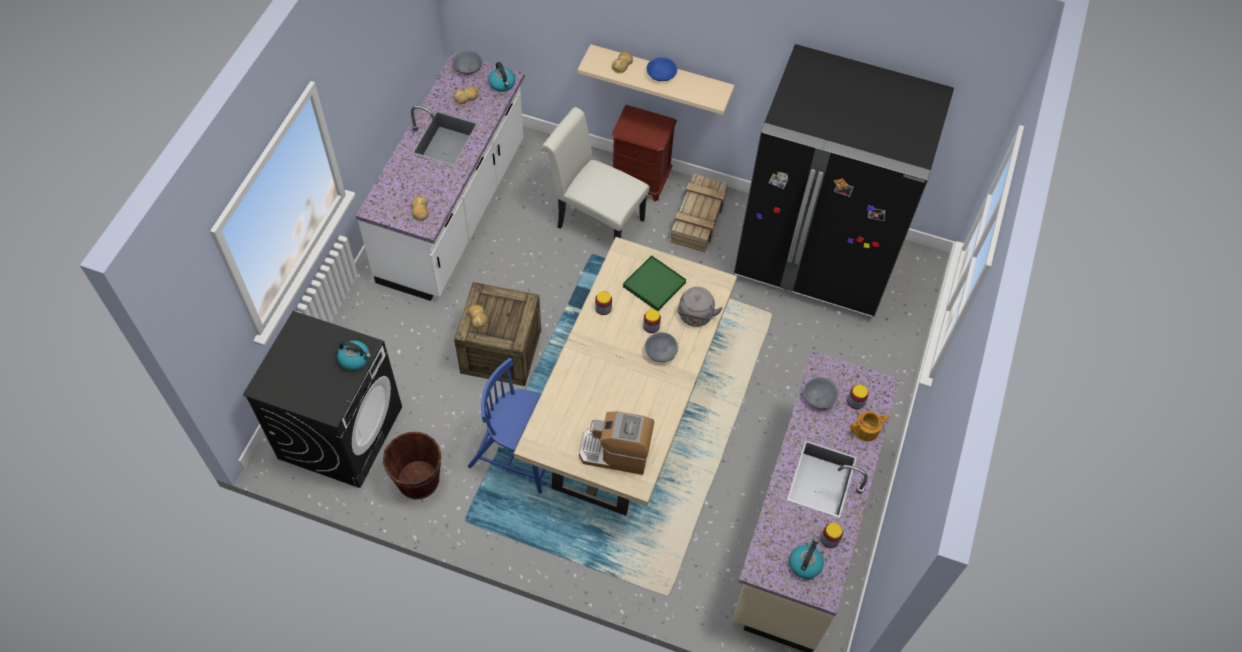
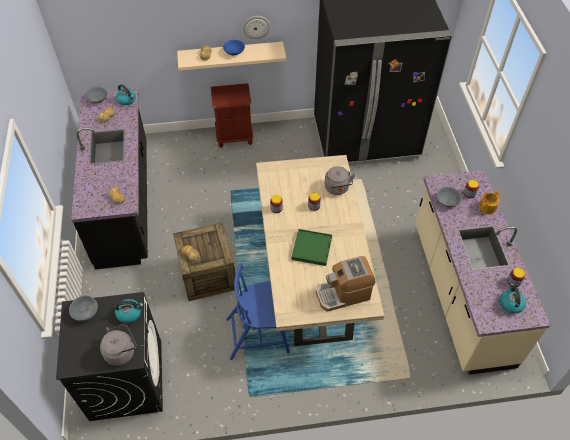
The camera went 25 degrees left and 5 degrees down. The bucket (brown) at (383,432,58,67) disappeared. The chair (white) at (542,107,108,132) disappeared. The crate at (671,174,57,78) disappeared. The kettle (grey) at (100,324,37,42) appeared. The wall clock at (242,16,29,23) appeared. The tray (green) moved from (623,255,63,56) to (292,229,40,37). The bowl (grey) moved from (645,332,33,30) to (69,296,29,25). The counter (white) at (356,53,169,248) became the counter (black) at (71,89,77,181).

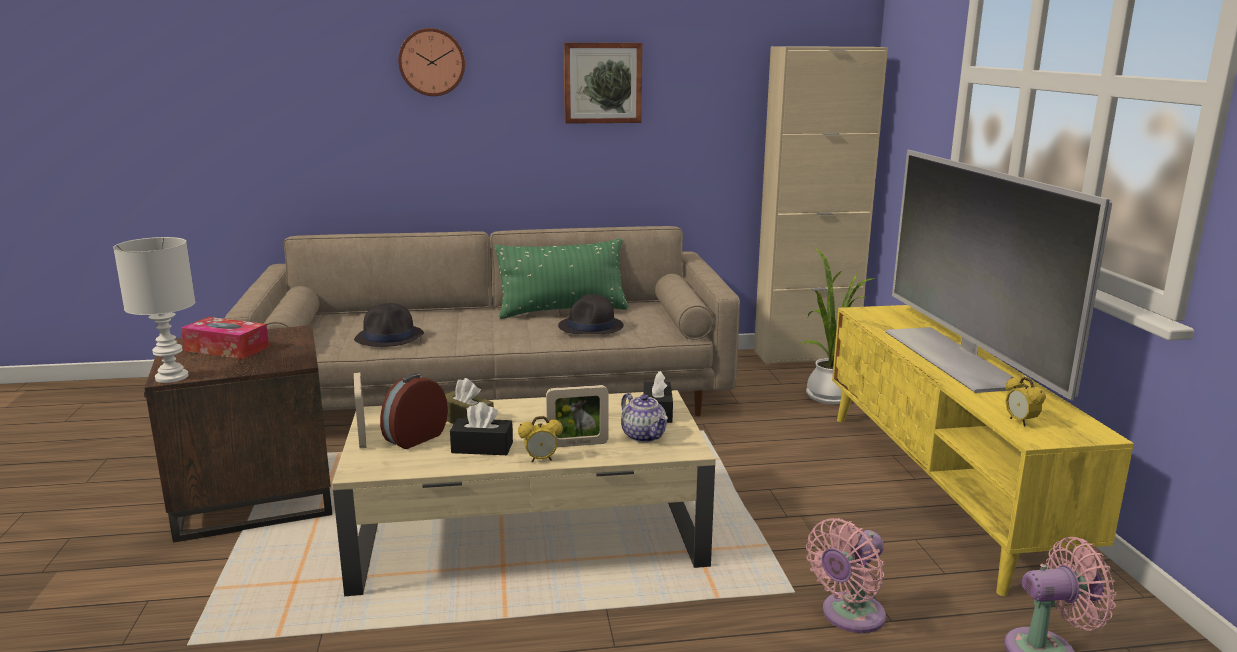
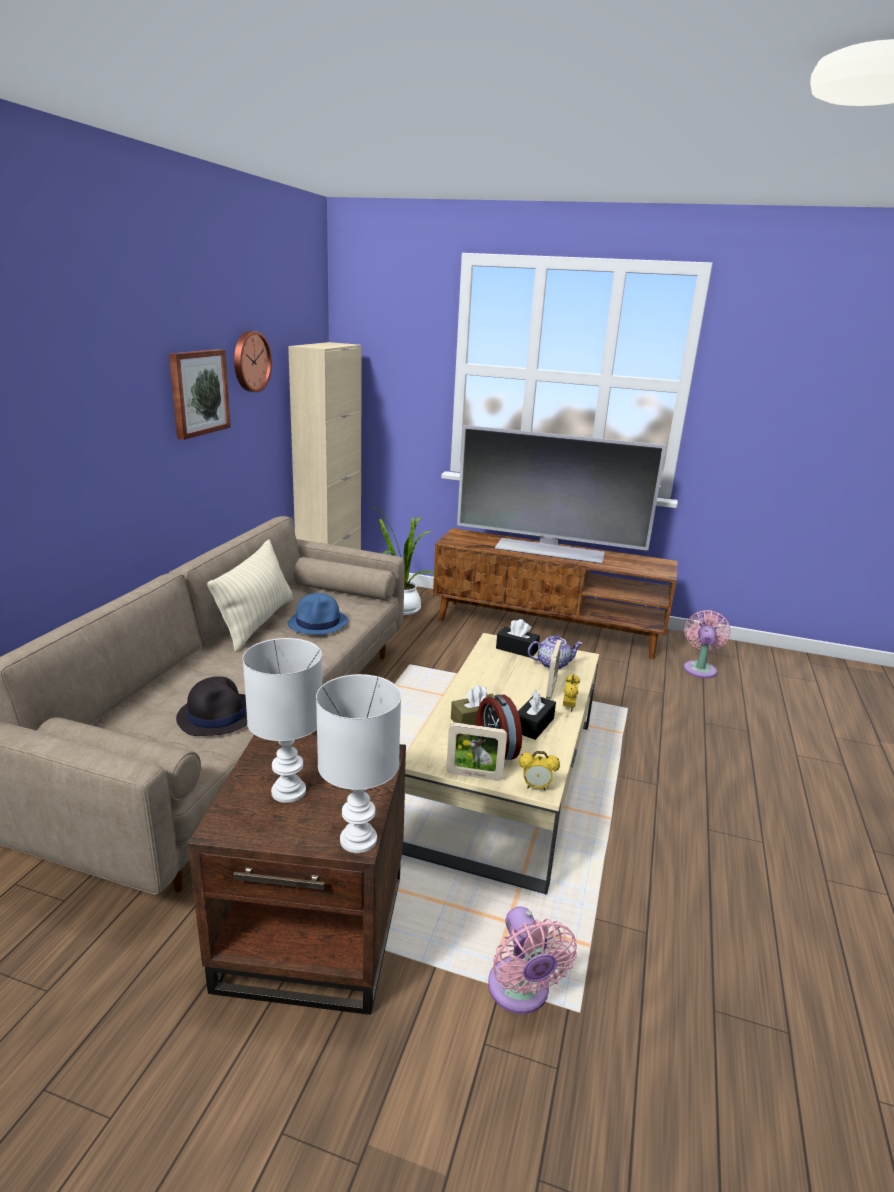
The camera went 65 degrees left and 5 degrees up. The wall clock moved from (398,28,67,68) to (234,331,38,61). The fan (pink) moved from (806,518,80,115) to (488,907,89,107). The alarm clock moved from (1005,377,41,49) to (519,751,41,39). The tissue box at (181,317,88,42) was replaced by the table lamp (white) at (243,638,79,165). The pillow (green) at (494,238,135,81) became the pillow (beige) at (207,539,86,113). The hat (black) at (558,294,66,40) became the hat (blue) at (288,593,60,42). The tv stand (yellow) at (832,305,302,291) became the tv stand (brown) at (433,528,245,131).

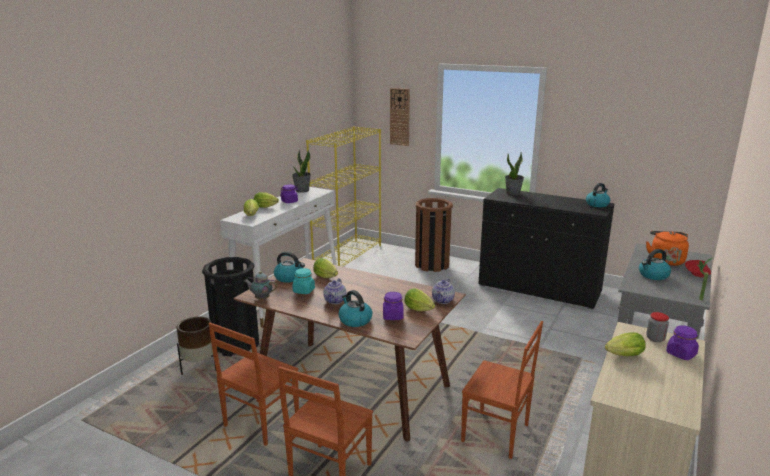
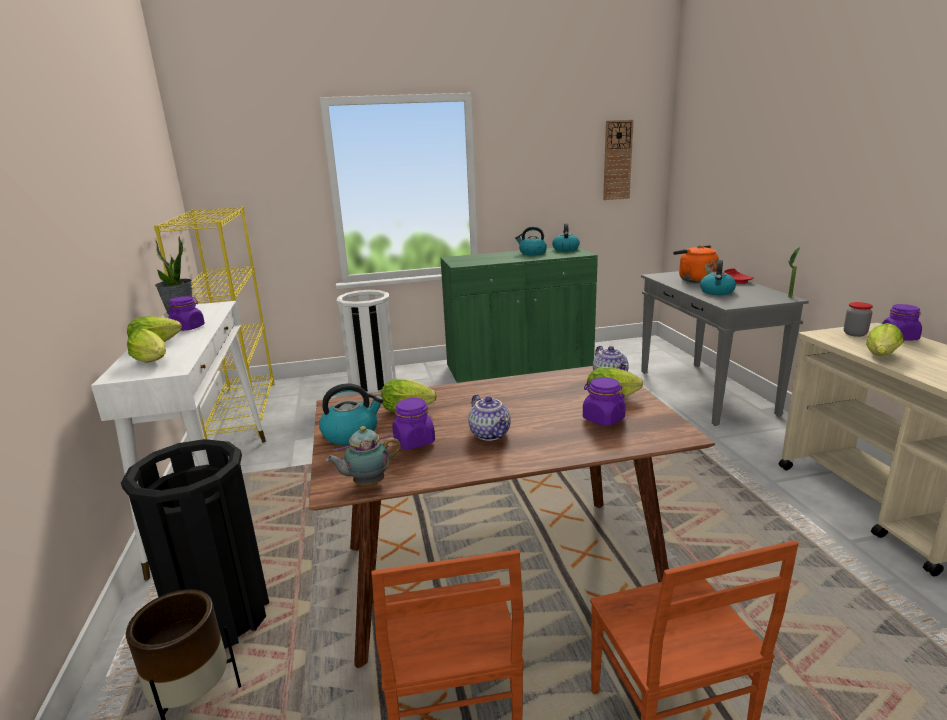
The camera went 40 degrees left and 0 degrees up. The chair (brown) at (461,321,82,138) disappeared. The potted plant at (505,152,19,43) disappeared. The kettle moved from (338,290,34,37) to (515,227,32,28). The wall clock moved from (390,88,20,58) to (603,120,30,80). The jar (turquoise) at (292,268,23,26) became the jar (purple) at (392,398,43,52). The trash can (brown) at (415,198,38,74) became the trash can (white) at (337,290,59,103). The cabinet (black) at (478,188,137,122) became the cabinet (green) at (440,247,158,136).

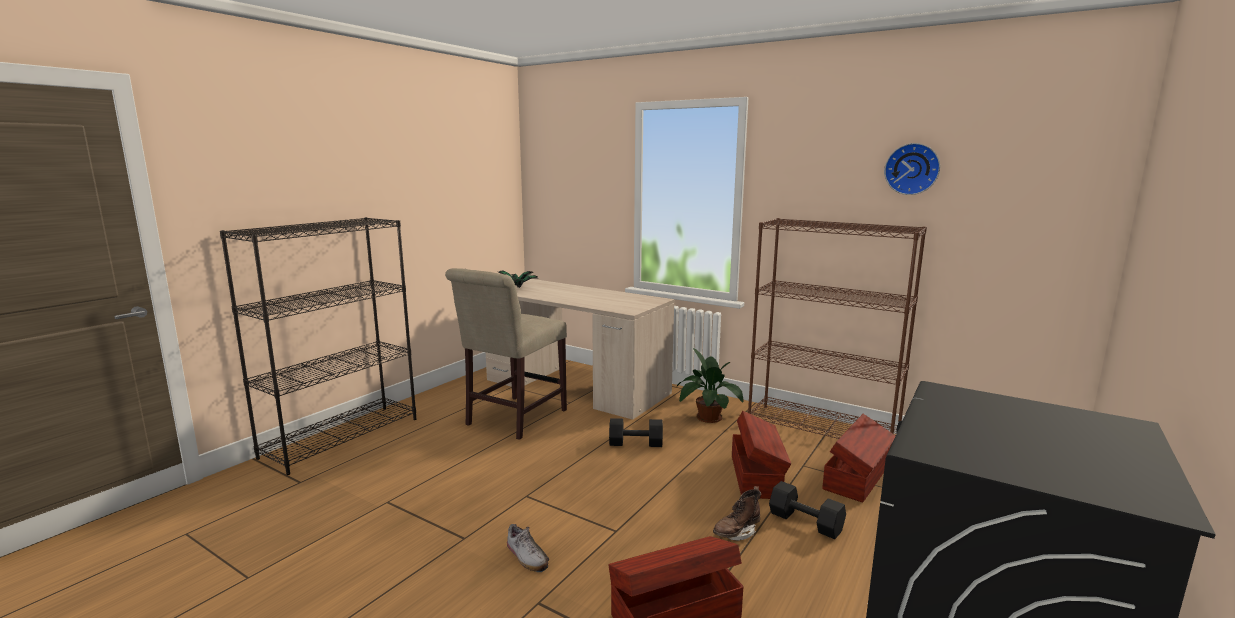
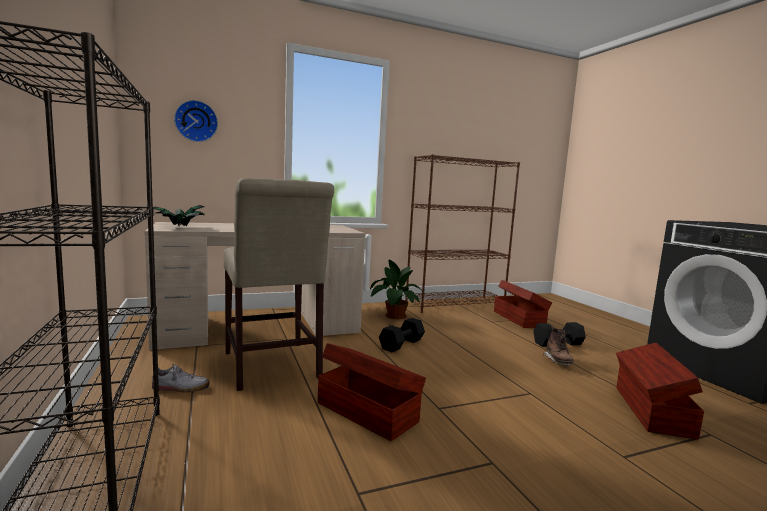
The camera went 55 degrees left and 5 degrees down. The shoe moved from (507,524,42,48) to (152,364,57,28). The storage box (brown) moved from (732,411,59,88) to (318,343,108,98). The wall clock moved from (884,143,56,52) to (174,100,44,42).

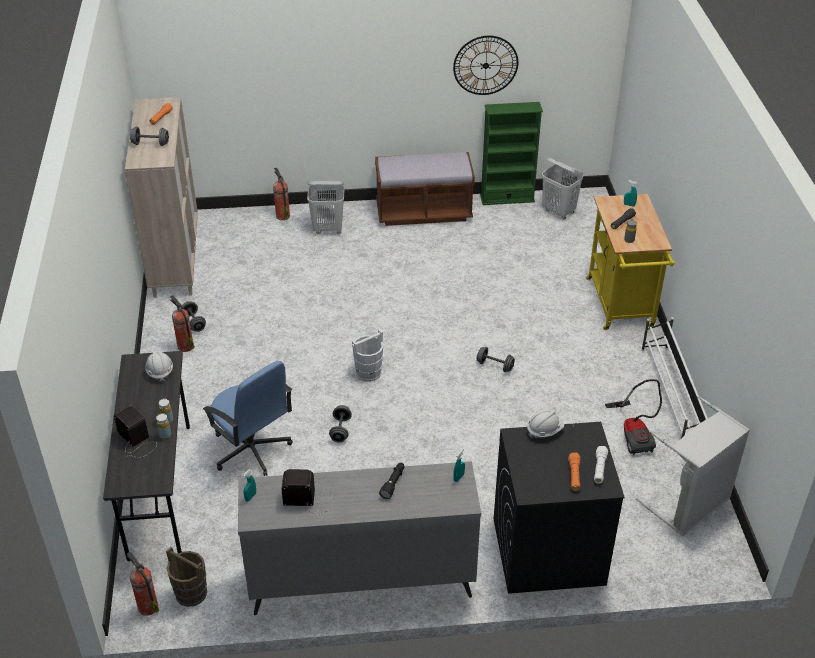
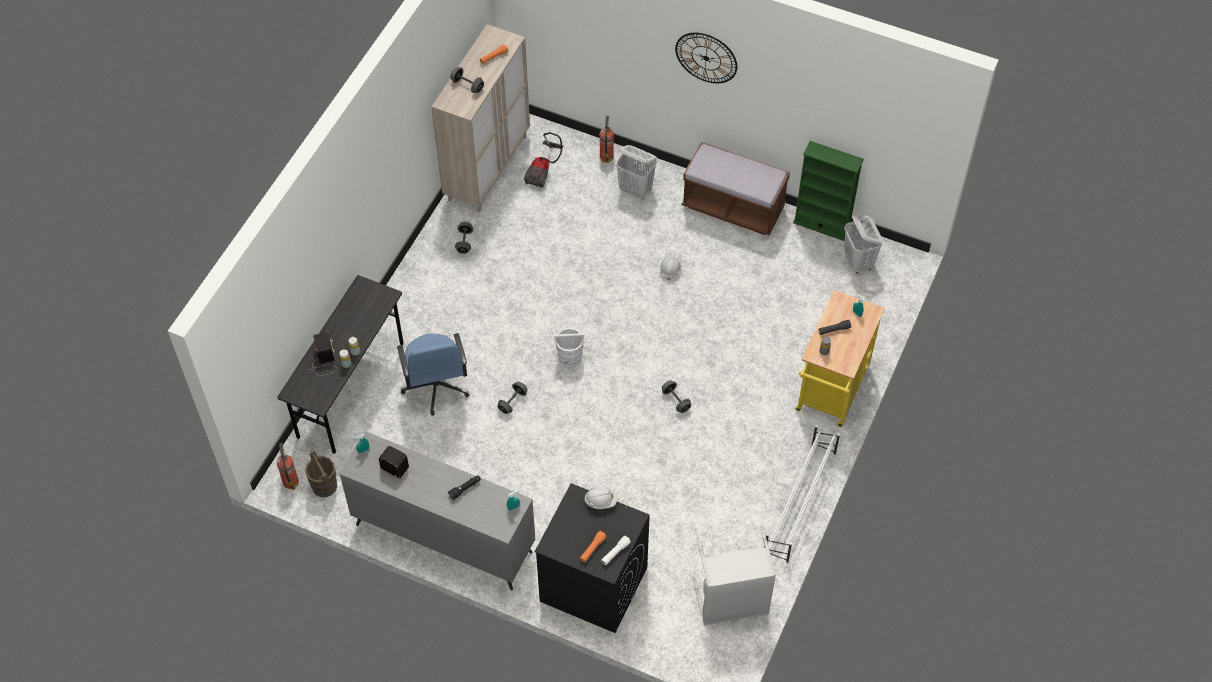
The camera went 30 degrees right and 15 degrees up. The fire extinguisher at (170,295,25,57) disappeared. The hard hat (white) moved from (145,350,28,32) to (660,255,21,25). The wall clock moved from (453,36,65,59) to (675,32,62,51). The vacuum cleaner moved from (605,379,57,76) to (524,132,39,56).

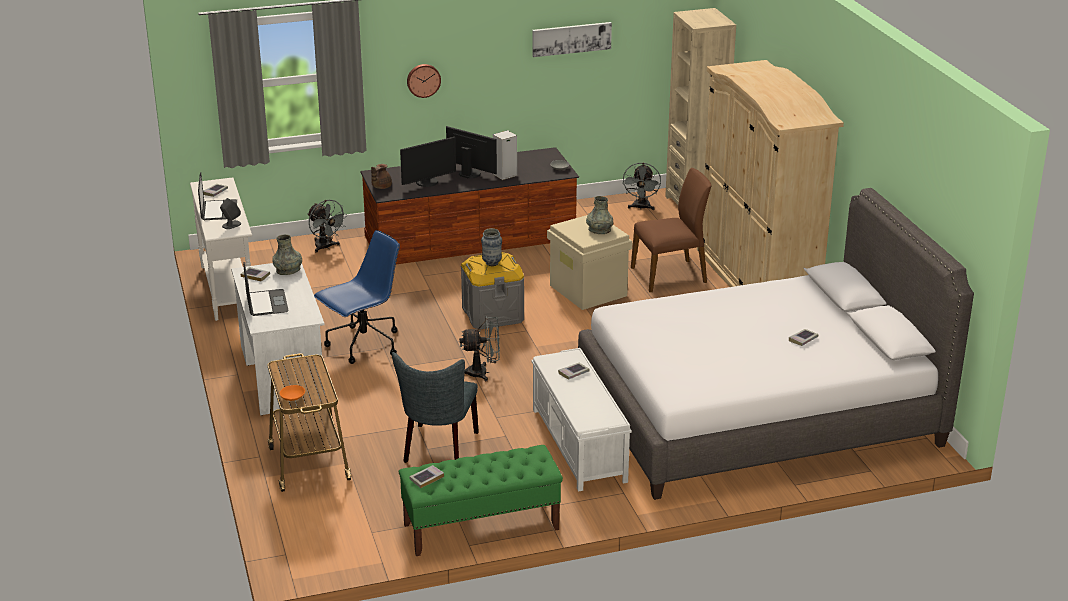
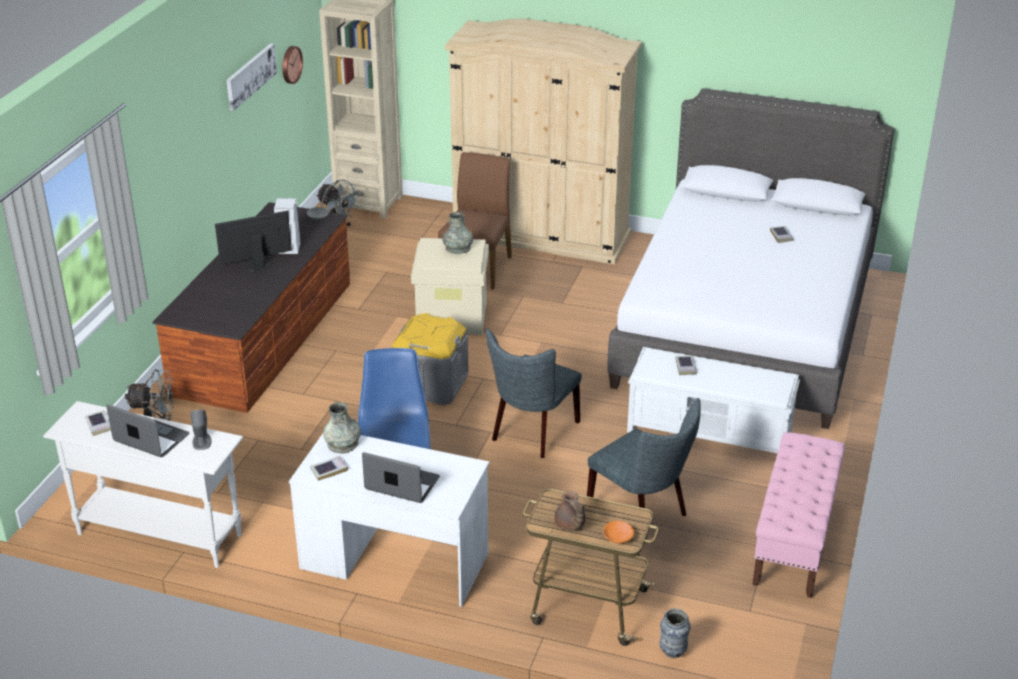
The camera went 55 degrees left and 5 degrees up. The monitor at (400,136,56,51) disappeared. The book at (409,465,35,23) disappeared. The teapot (brown) moved from (371,164,21,25) to (554,491,32,40). The wall clock moved from (407,64,34,34) to (282,46,21,38). The vase moved from (481,228,21,38) to (660,608,31,50). The fan (grey) at (459,317,41,64) was replaced by the chair (grey) at (486,328,96,130). The bench (green) at (399,445,164,111) became the bench (pink) at (752,432,93,166).

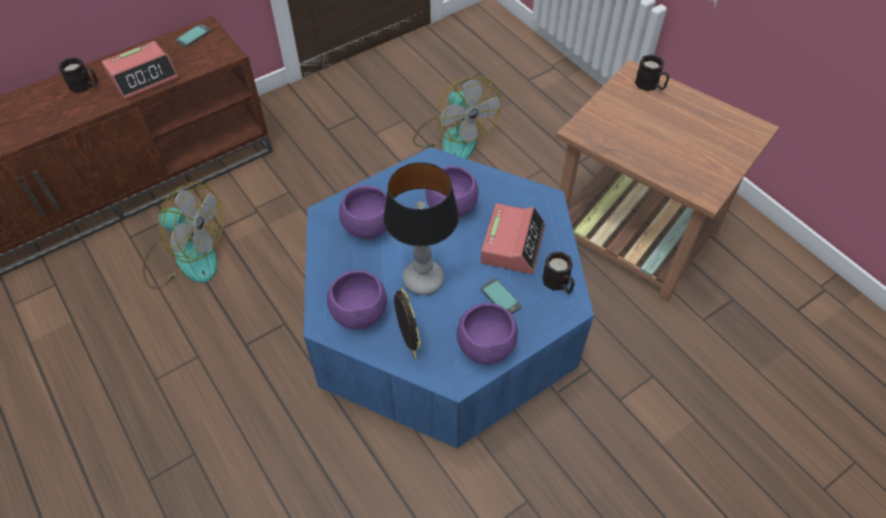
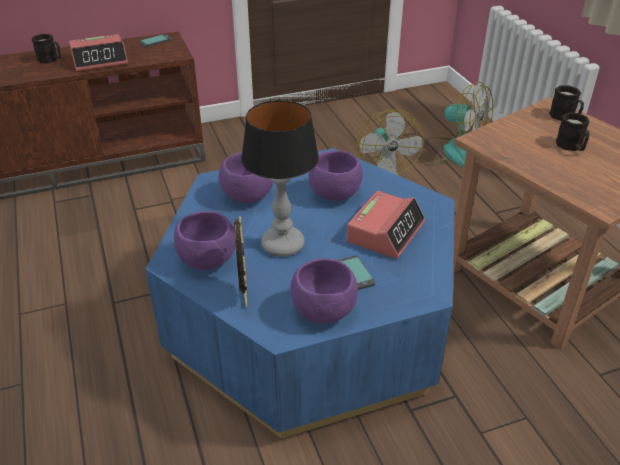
The camera went 15 degrees right and 15 degrees down. The fan moved from (143,181,80,108) to (418,82,75,85). The mug (black) moved from (542,252,33,42) to (556,112,34,39).

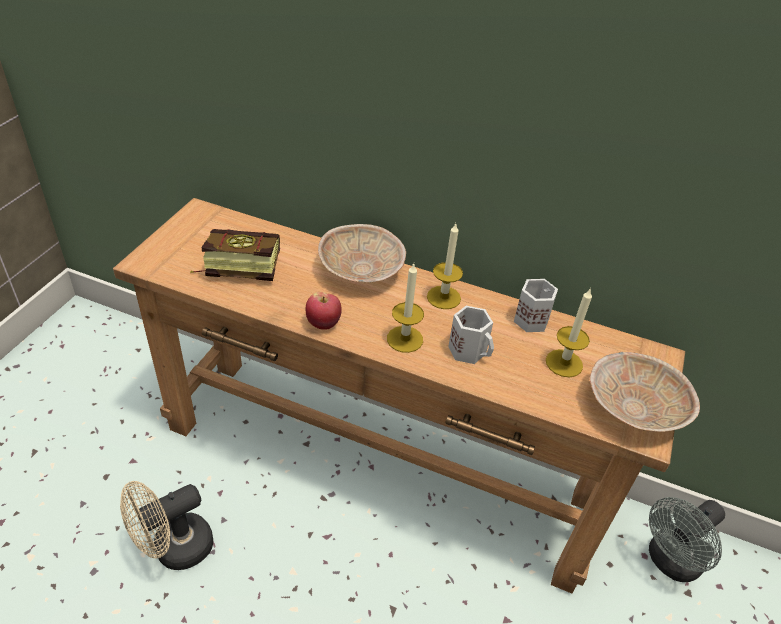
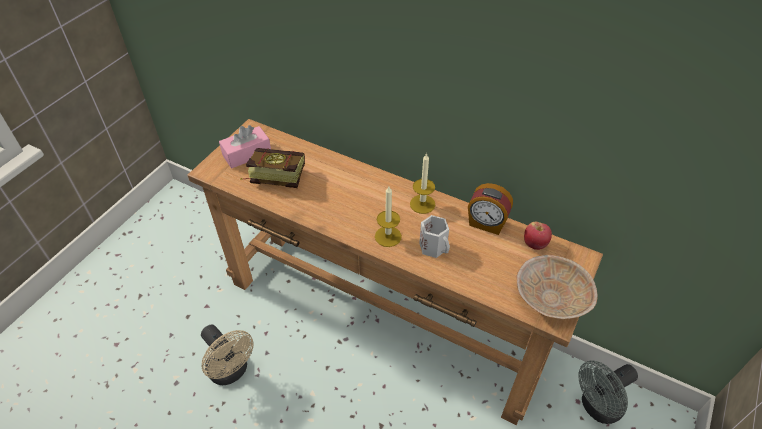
The camera went 10 degrees right and 5 degrees up. The bowl (beige) at (318,224,88,59) disappeared. The candle at (546,288,46,89) disappeared. The tissue box (pink) at (219,125,52,43) appeared. The apple moved from (306,292,36,38) to (524,222,28,28). The mug (white) at (514,279,44,53) was replaced by the alarm clock at (468,183,45,52). The fan (beige) at (120,481,93,89) turned 105 degrees counterclockwise.

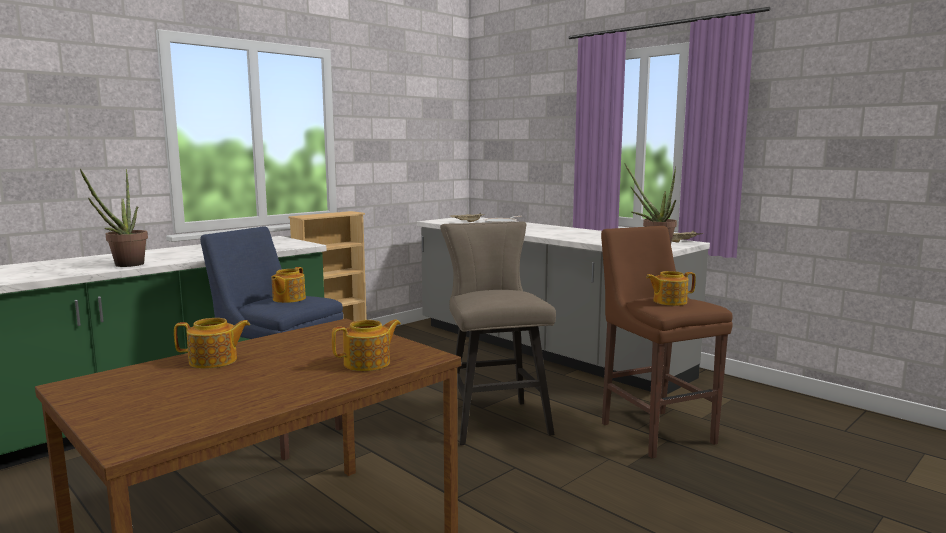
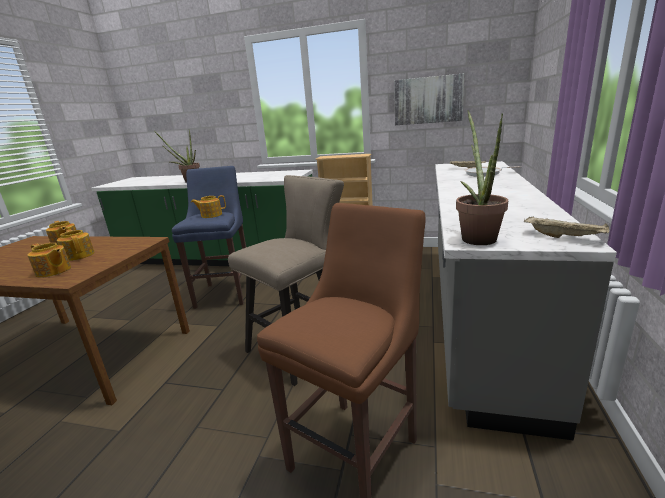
The camera went 60 degrees right and 10 degrees up. The picture at (394,73,71,52) appeared. The teapot moved from (646,271,50,35) to (57,229,38,32).

